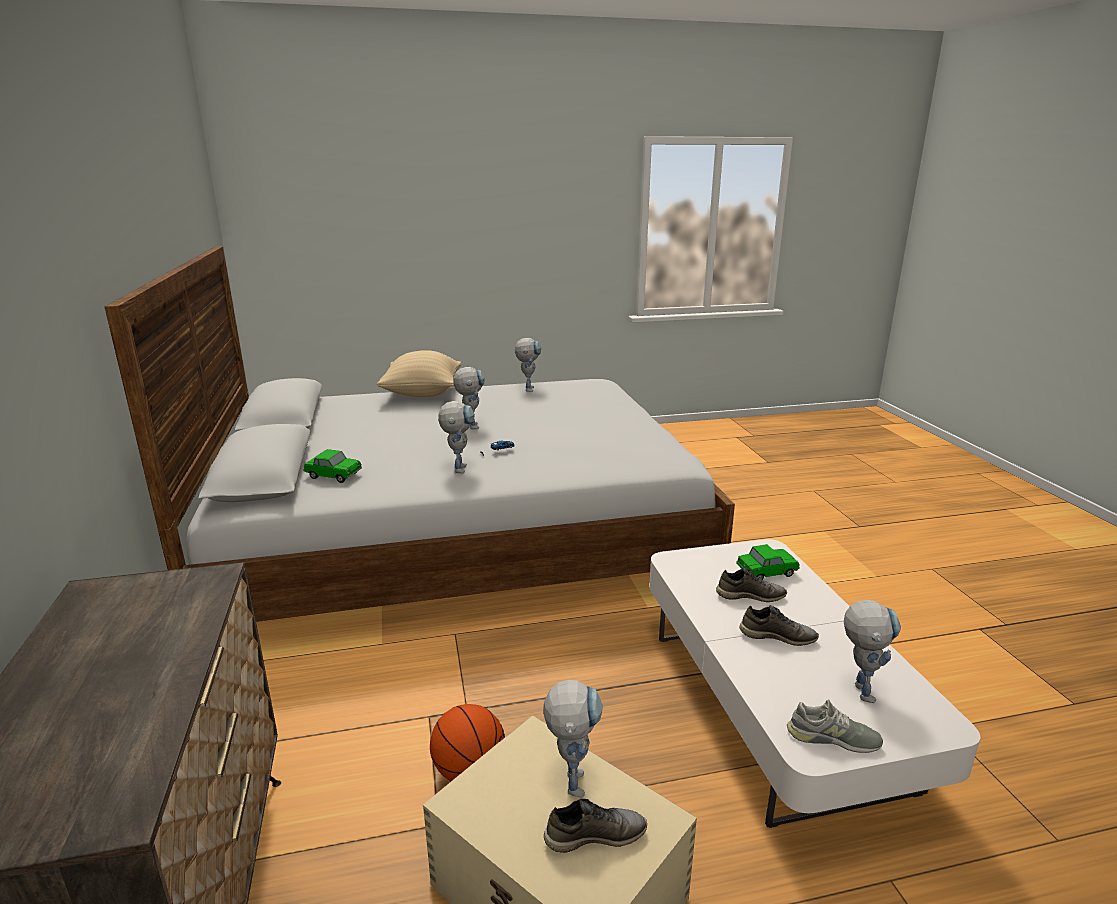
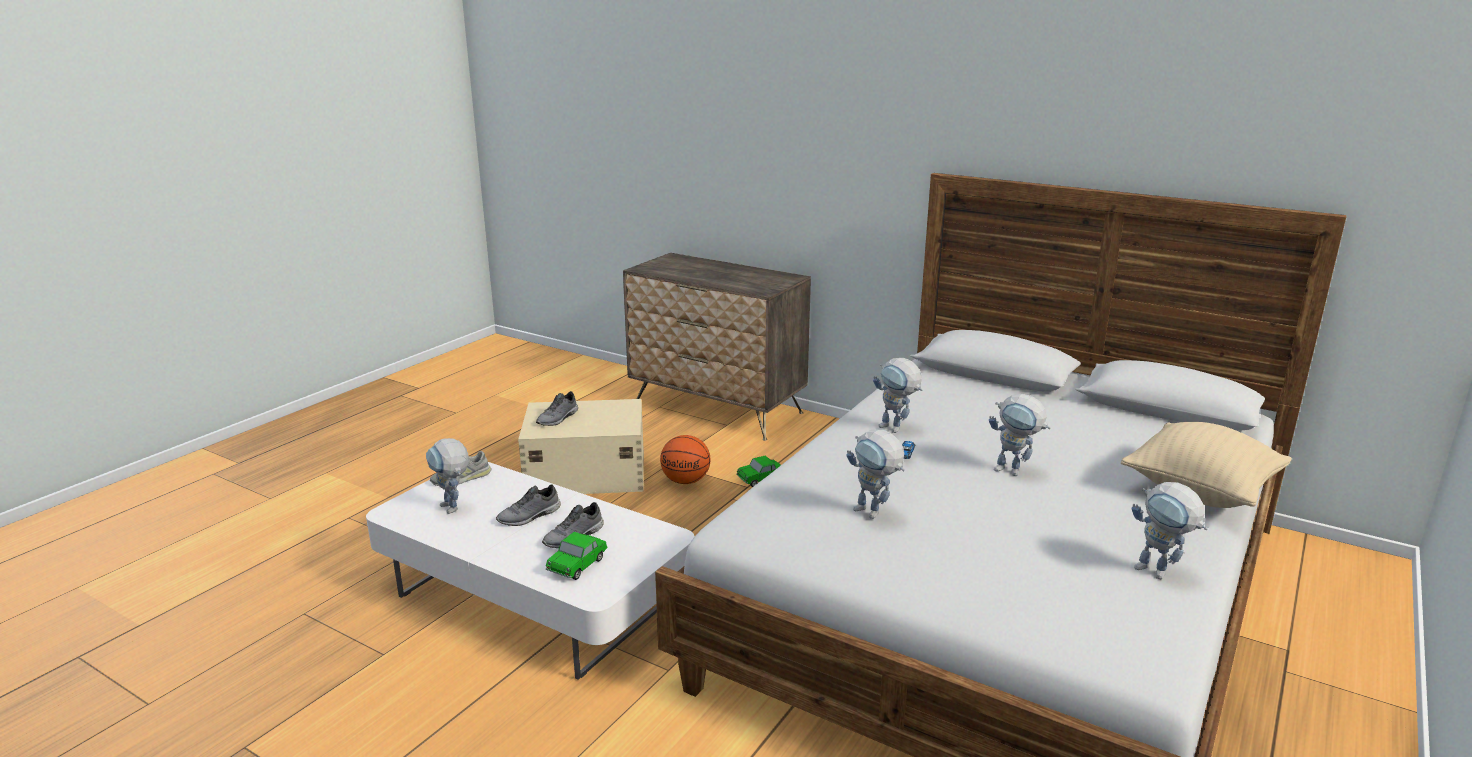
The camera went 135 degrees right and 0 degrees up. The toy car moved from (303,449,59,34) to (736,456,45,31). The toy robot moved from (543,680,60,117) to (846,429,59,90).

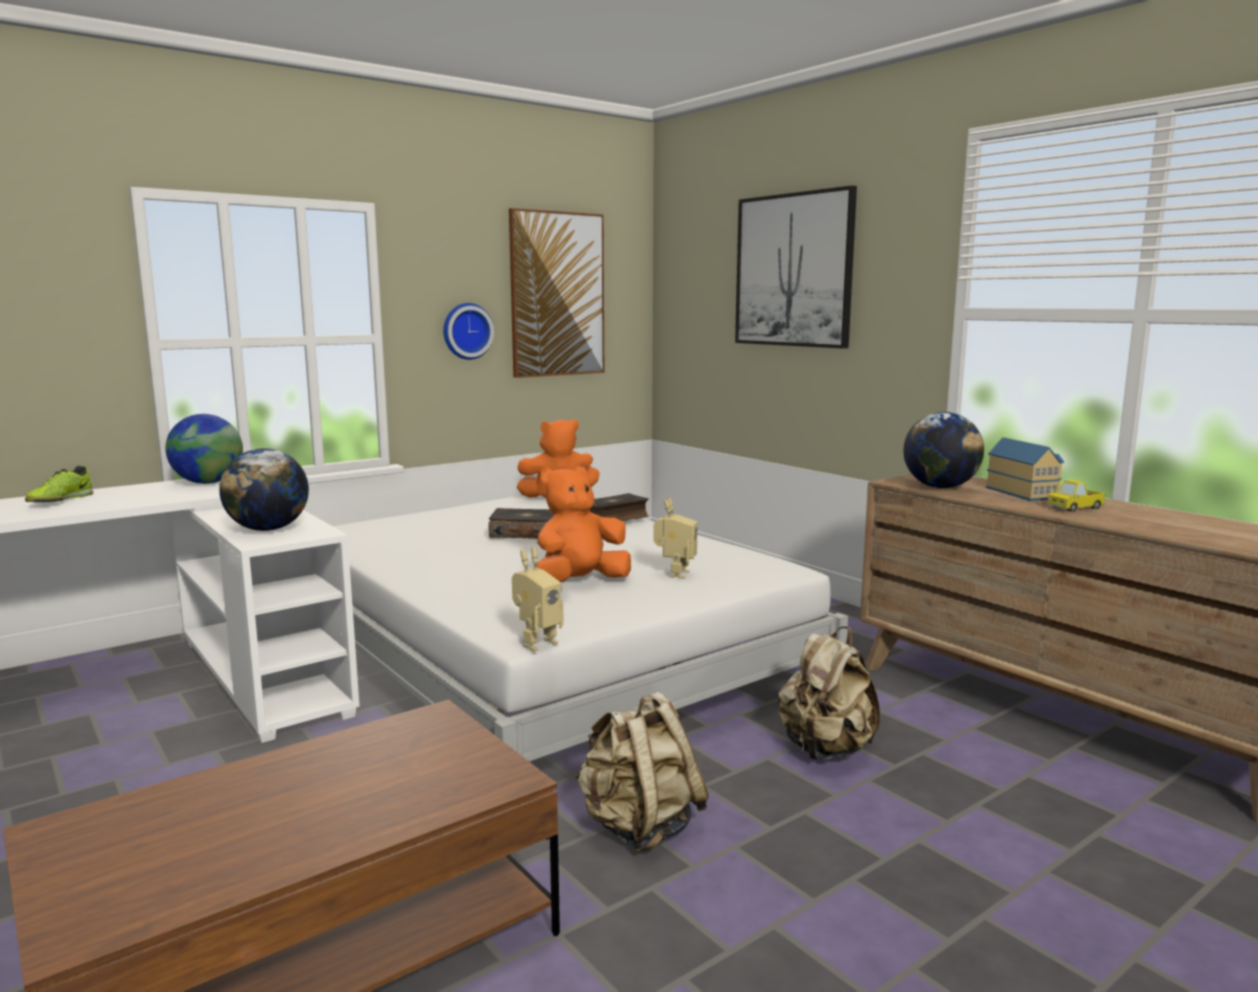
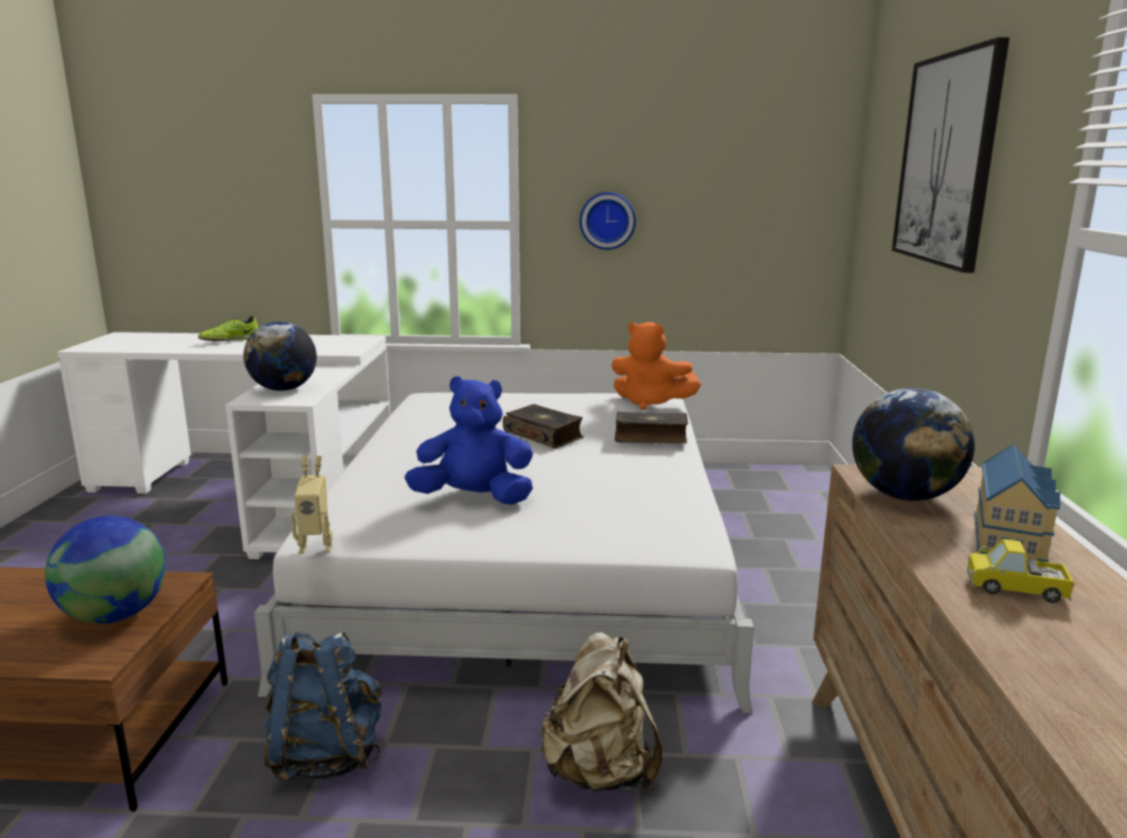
The camera went 40 degrees right and 5 degrees up. The picture at (509,208,95,170) disappeared. The toy robot at (653,498,45,81) disappeared. The globe moved from (165,414,78,70) to (45,516,121,108). The plush toy (orange) at (537,466,94,116) became the plush toy (blue) at (404,376,129,129). The backpack (beige) at (575,692,134,161) became the backpack (blue) at (264,632,118,149).

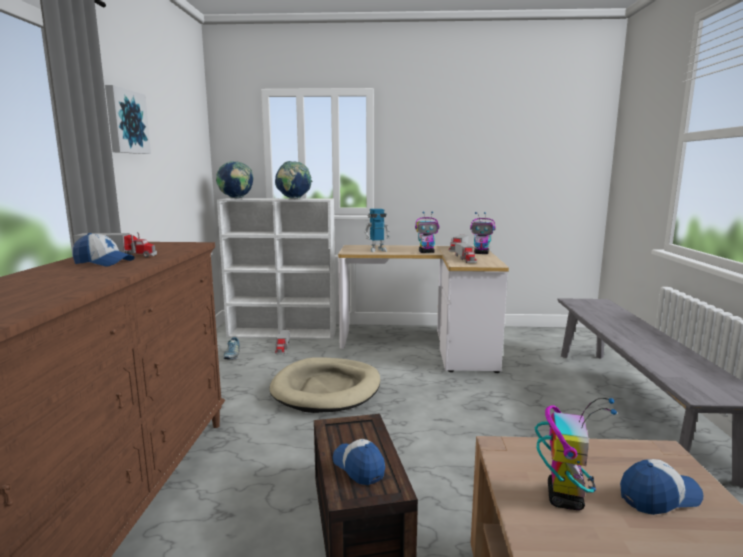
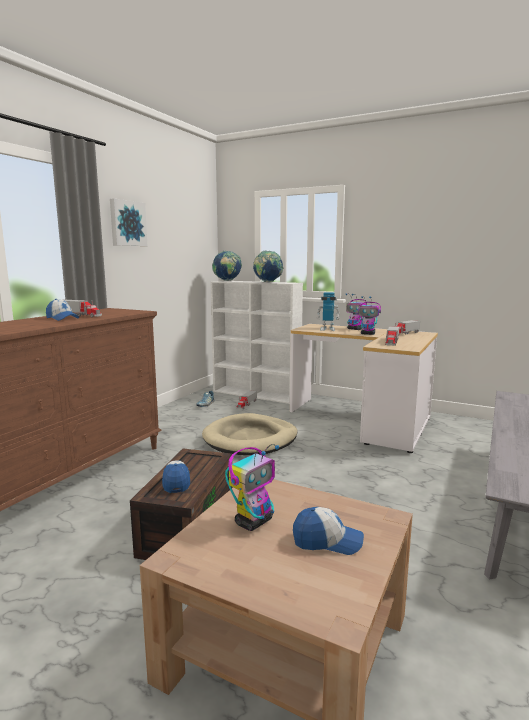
The camera went 25 degrees right and 0 degrees up. The toy robot moved from (470,212,26,42) to (345,293,21,37).

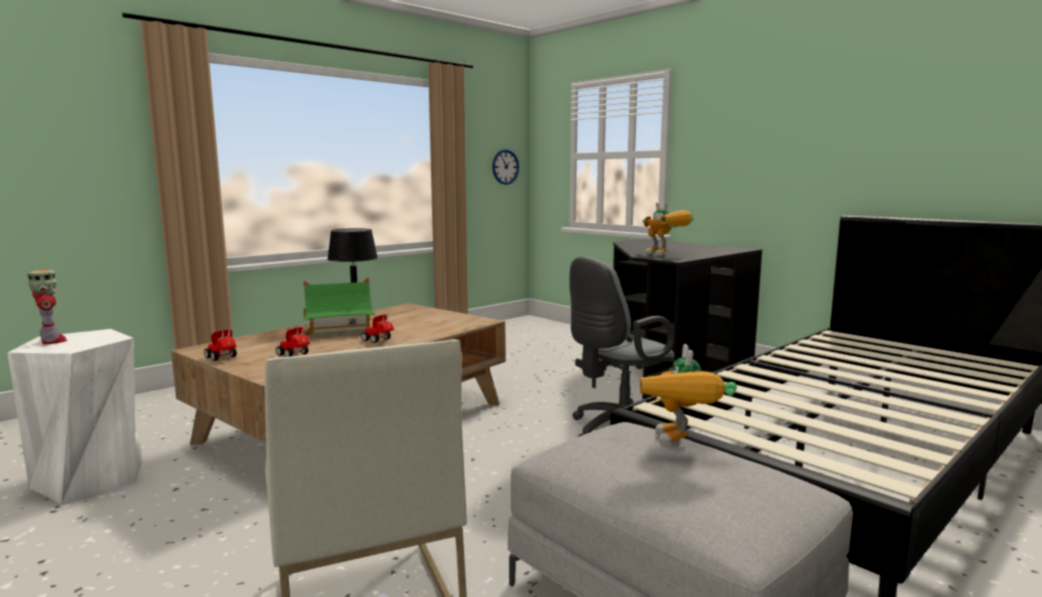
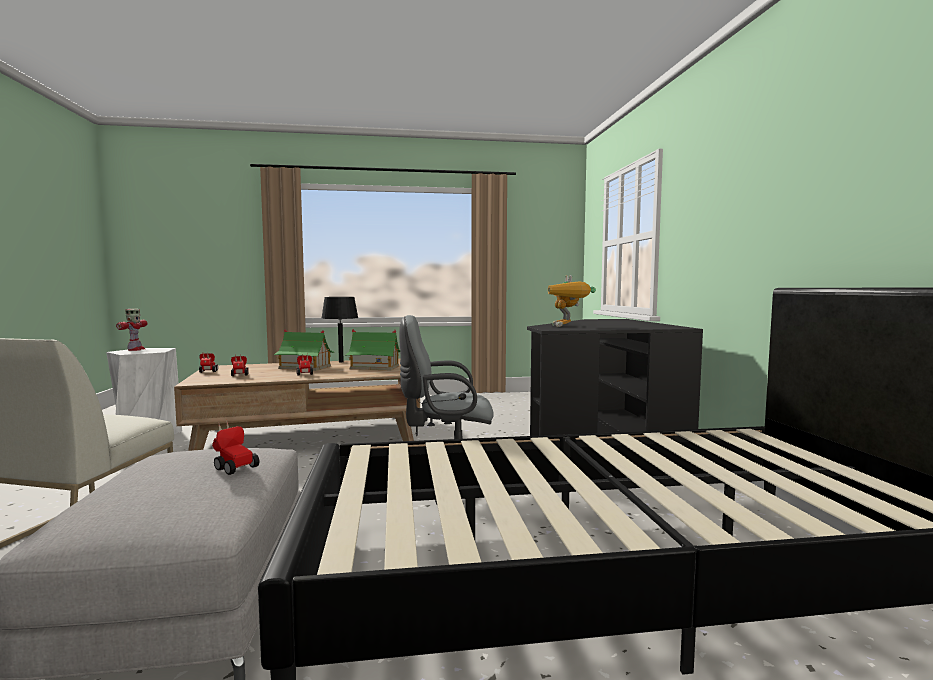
The camera went 35 degrees right and 5 degrees down. The wall clock at (492,149,27,36) disappeared. The toy house at (346,329,54,41) appeared. The toy robot at (640,344,97,102) was replaced by the toy car at (212,420,48,55).

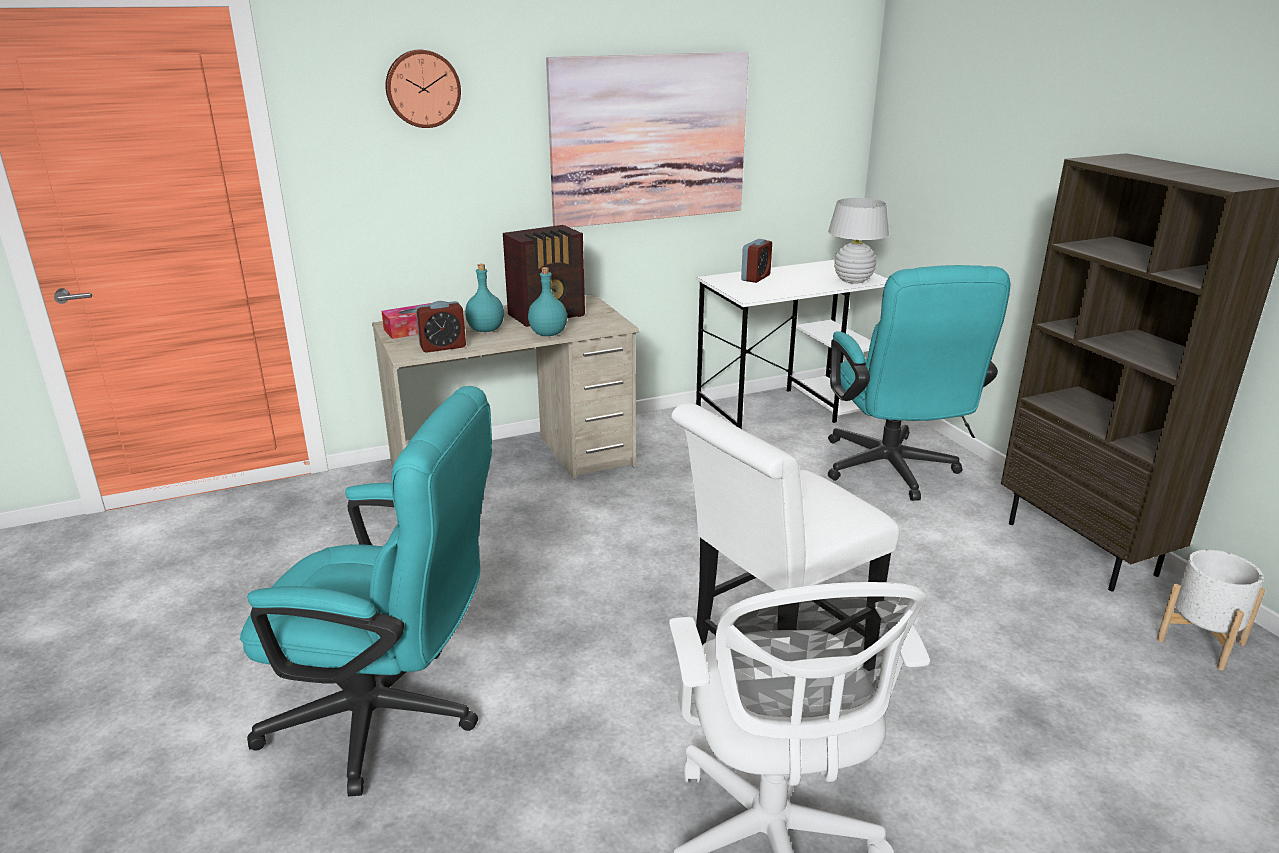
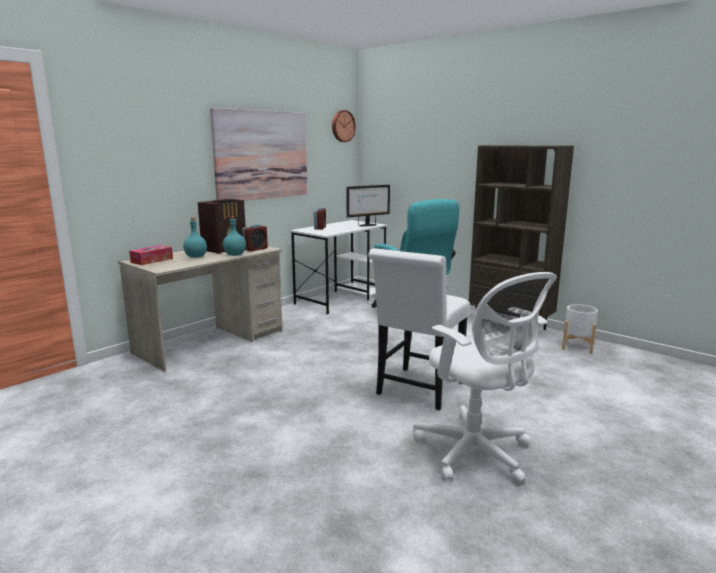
The camera went 25 degrees left and 10 degrees down. The office chair (turquoise) at (240,386,252,411) disappeared. The wall clock moved from (385,50,76,78) to (332,110,24,32). The alarm clock moved from (416,301,50,52) to (242,224,26,28). The table lamp (white) at (828,198,61,86) was replaced by the monitor at (347,185,43,42).

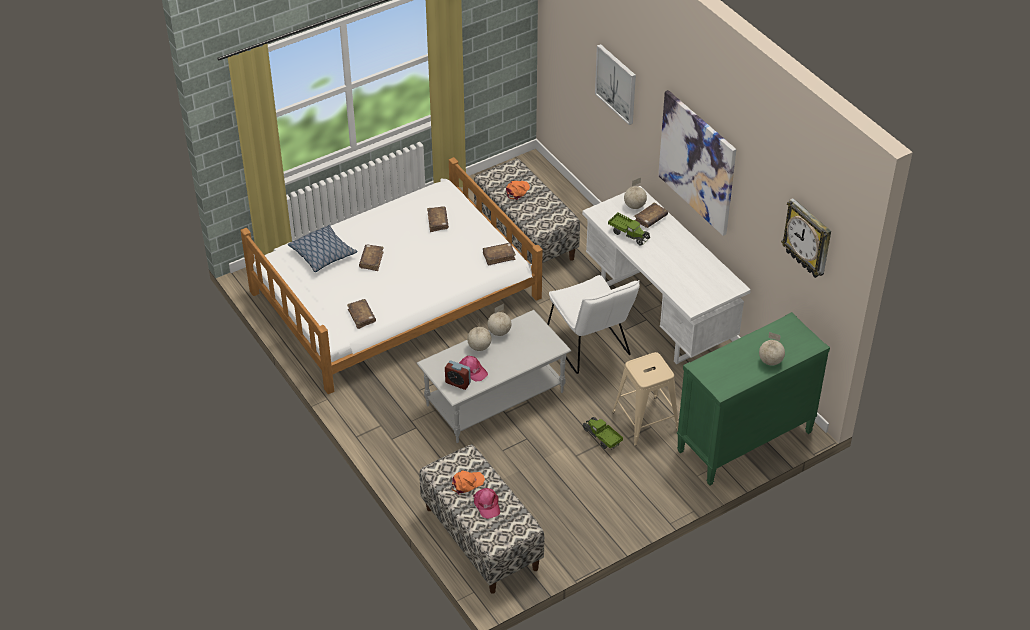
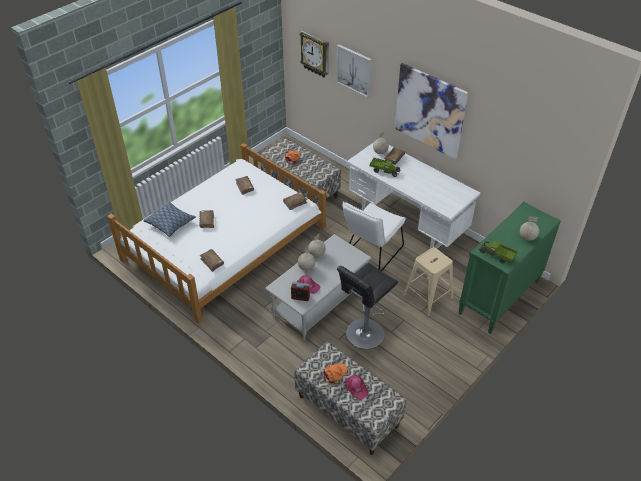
The camera went 15 degrees left and 0 degrees up. The stool (black) at (337,263,61,86) appeared. The toy truck moved from (582,417,41,32) to (480,241,37,23). The wall clock moved from (781,198,50,80) to (300,31,29,47). The chair (white) at (548,275,92,99) turned 75 degrees clockwise.

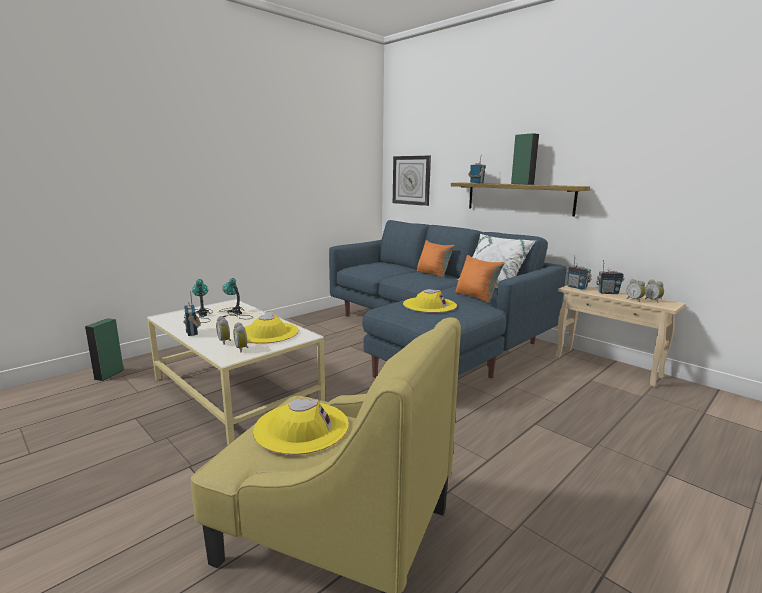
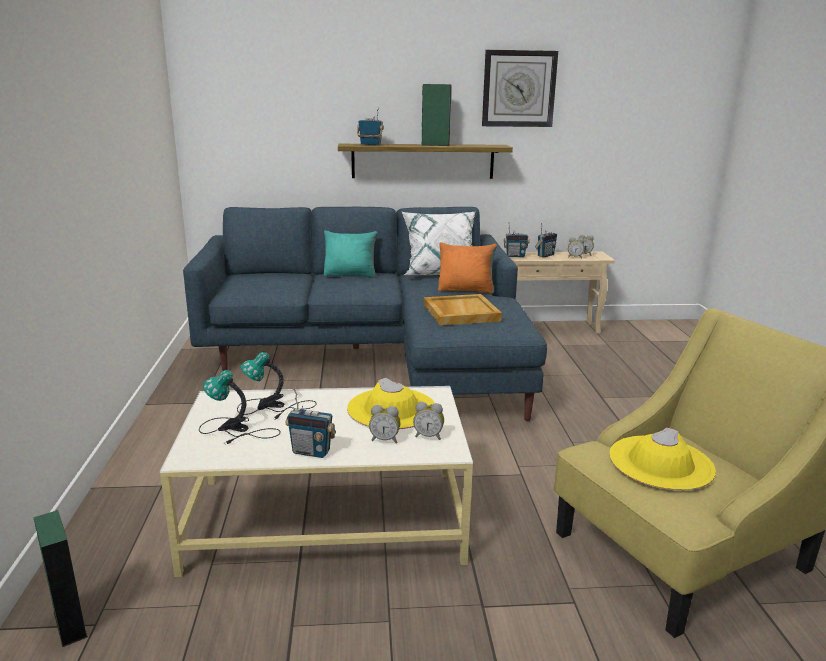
The camera went 50 degrees left and 5 degrees up. The wall clock moved from (393,156,38,50) to (482,50,76,77). The hat (yellow) at (403,289,54,24) was replaced by the tray (beige) at (424,294,78,32). The pillow (orange) at (417,240,37,38) became the pillow (turquoise) at (324,230,53,48).

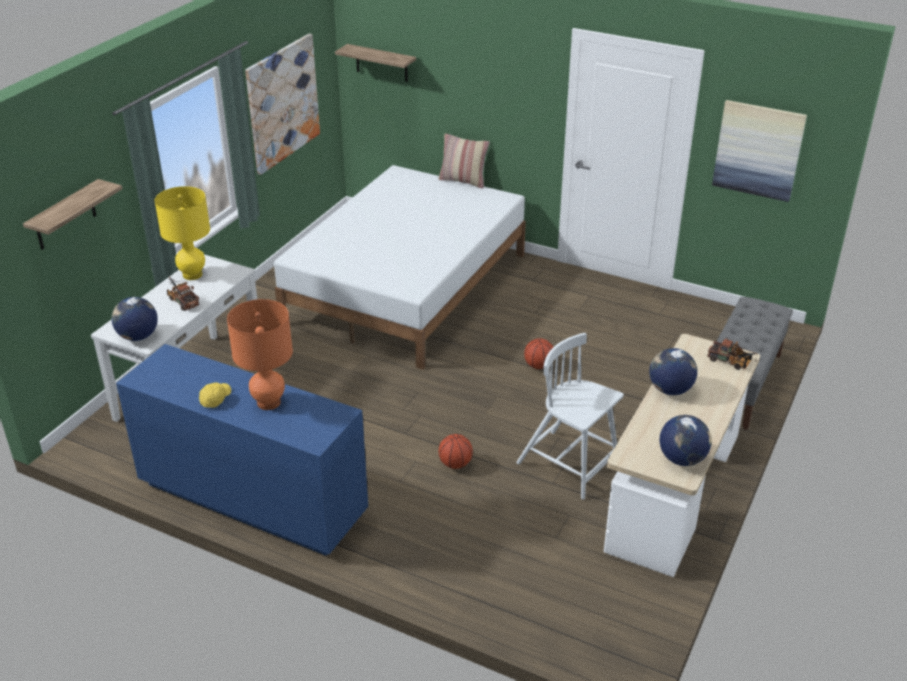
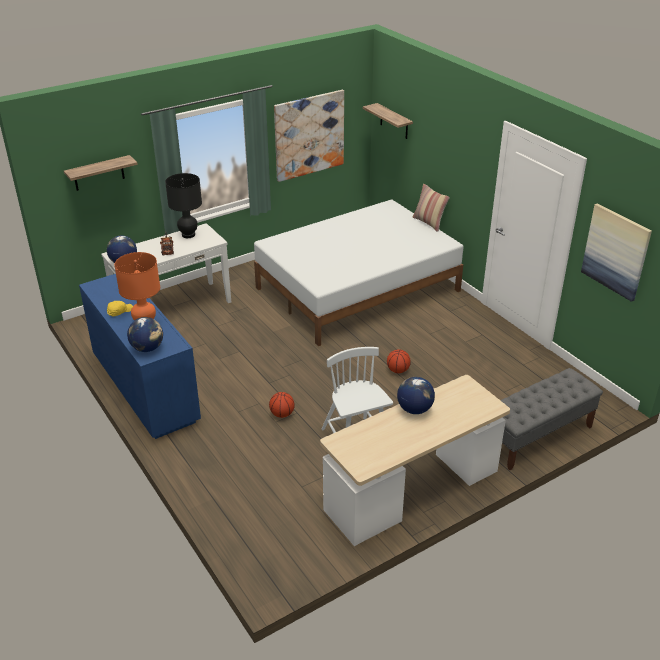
The camera went 30 degrees right and 0 degrees up. The toy truck at (707,338,50,32) disappeared. The globe moved from (660,415,52,51) to (127,317,36,35). The table lamp (yellow) at (154,186,56,94) became the table lamp (black) at (165,173,37,65).

